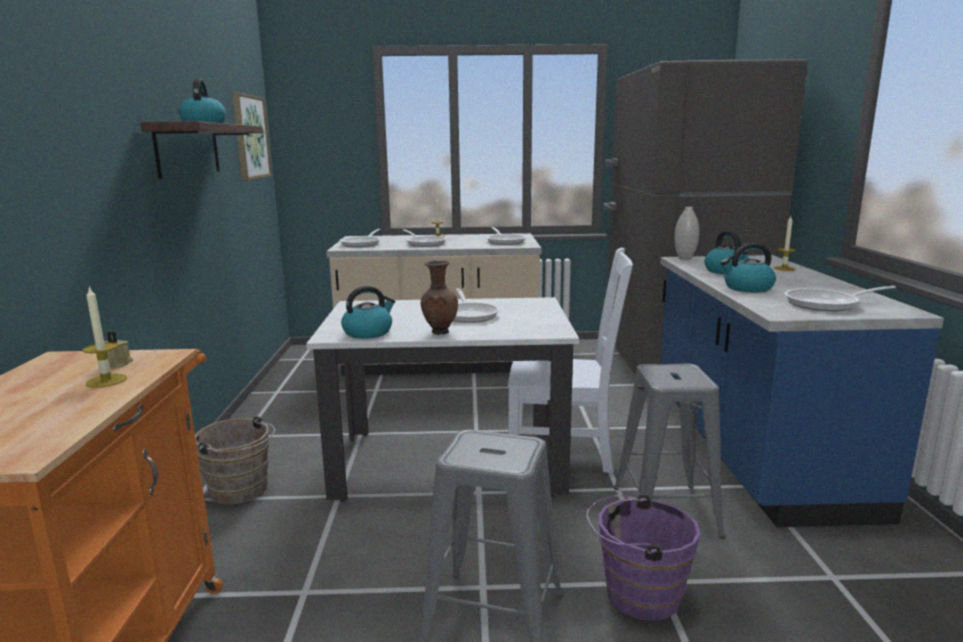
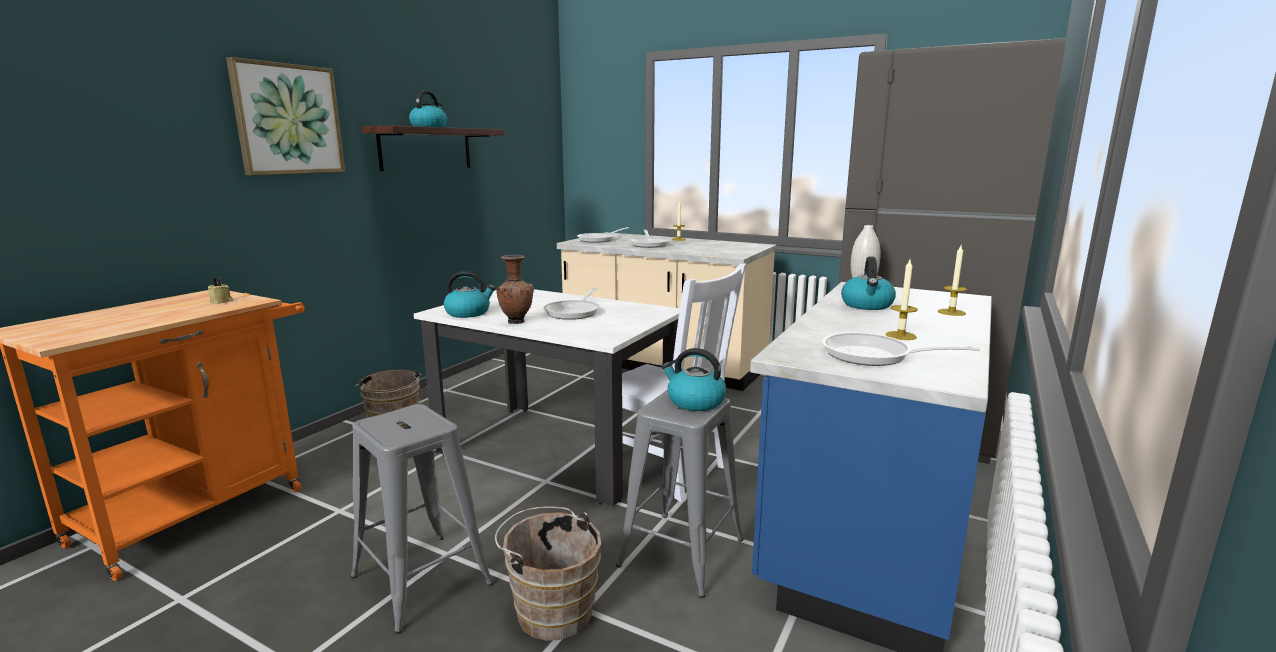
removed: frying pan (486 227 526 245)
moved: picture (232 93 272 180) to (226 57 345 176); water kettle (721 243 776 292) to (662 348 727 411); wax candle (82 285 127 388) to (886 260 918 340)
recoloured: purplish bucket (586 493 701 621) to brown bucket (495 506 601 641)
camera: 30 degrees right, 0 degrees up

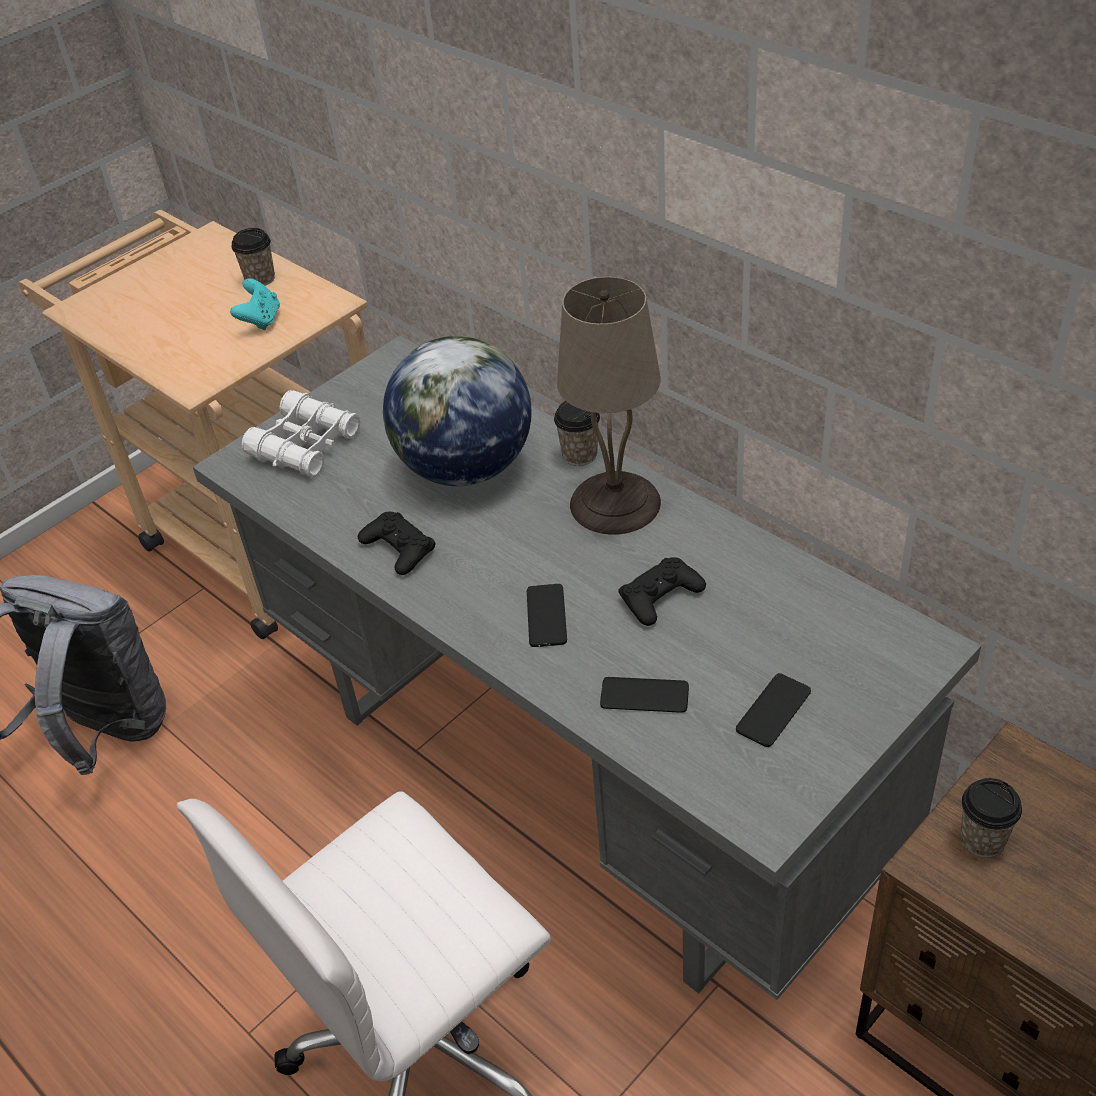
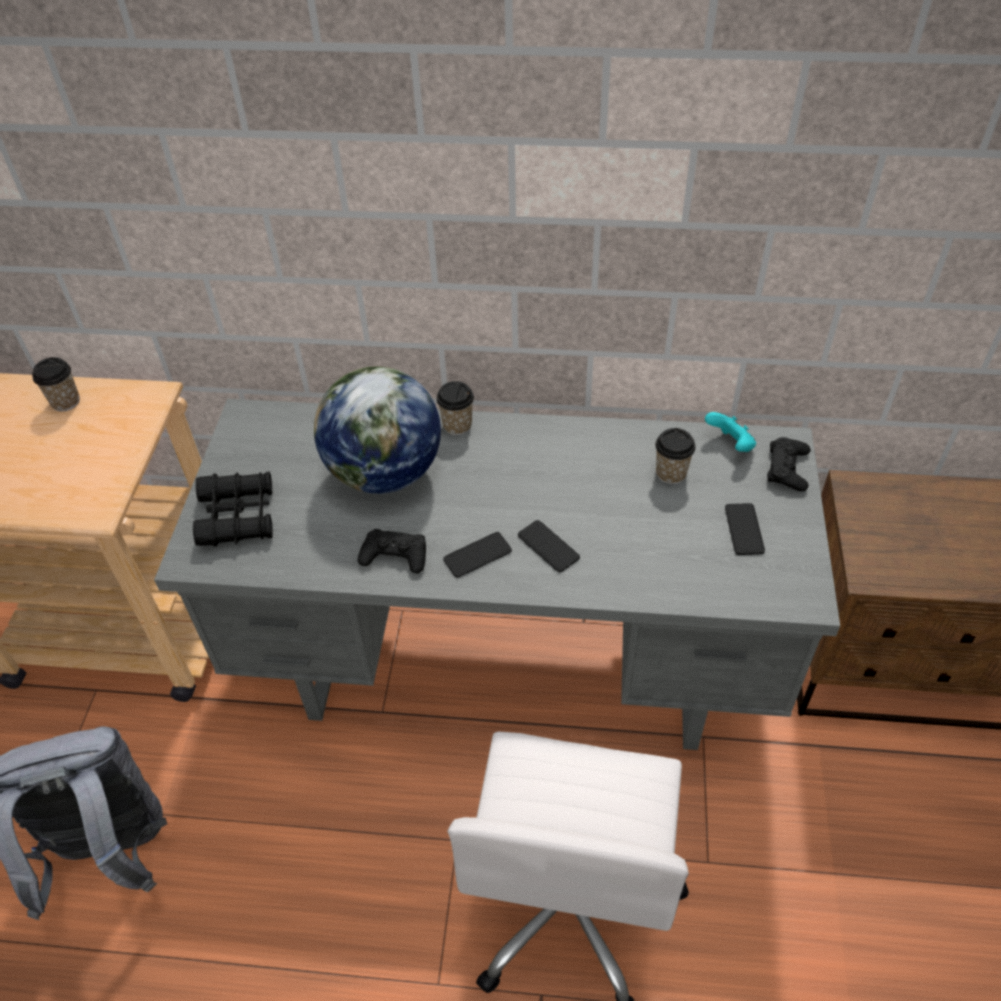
removed: beige tabletop lamp (557 277 661 535)
moved: handset (600 677 689 713) to (443 532 512 578); drinking cup (960 778 1022 857) to (655 428 695 484); turquoise game controller (230 278 280 330) to (705 412 756 452); black-coloured game controller (618 557 706 626) to (767 437 811 491)
recoloured: whitish binoculars (242 390 360 478) to black-coloured binoculars (193 472 273 547)
camera: 40 degrees left, 5 degrees up

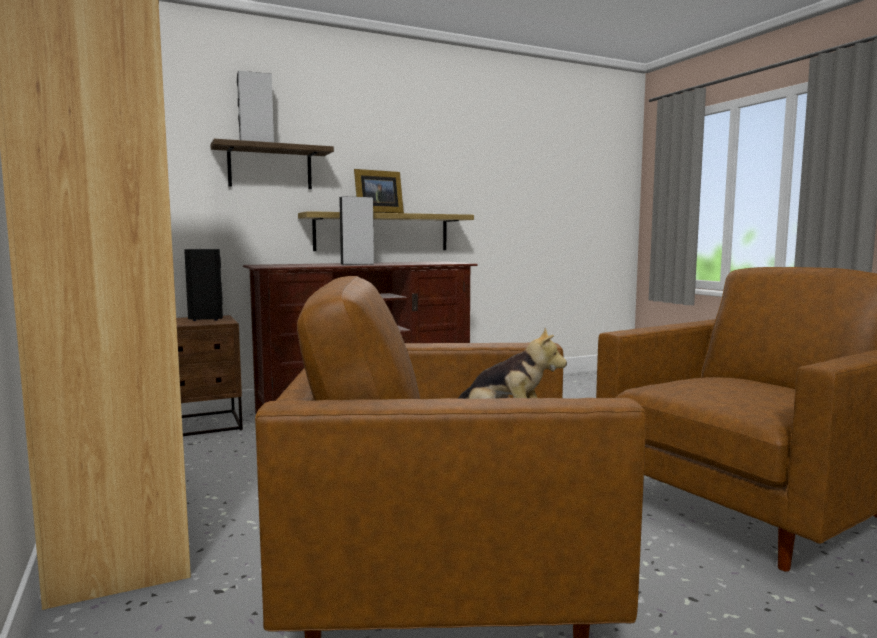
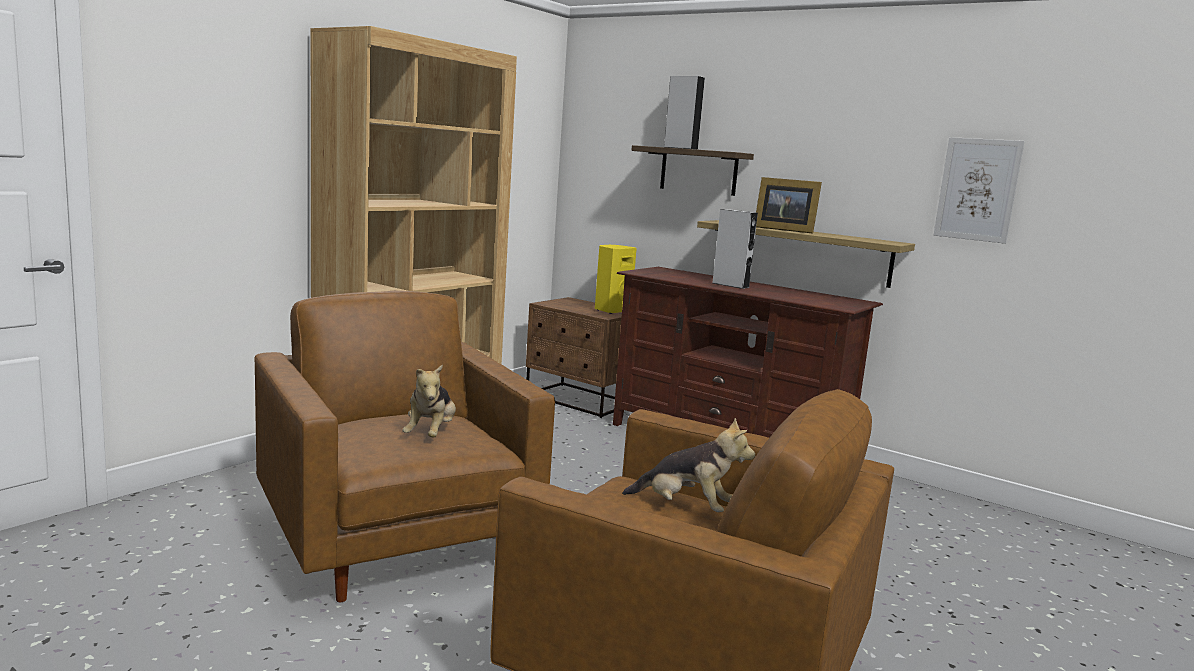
added: plush toy (622 418 755 512); picture (933 137 1025 244)
recoloured: black-coloured speaker (184 249 223 321) to yellowish speaker (595 245 637 314)
camera: 60 degrees right, 5 degrees up

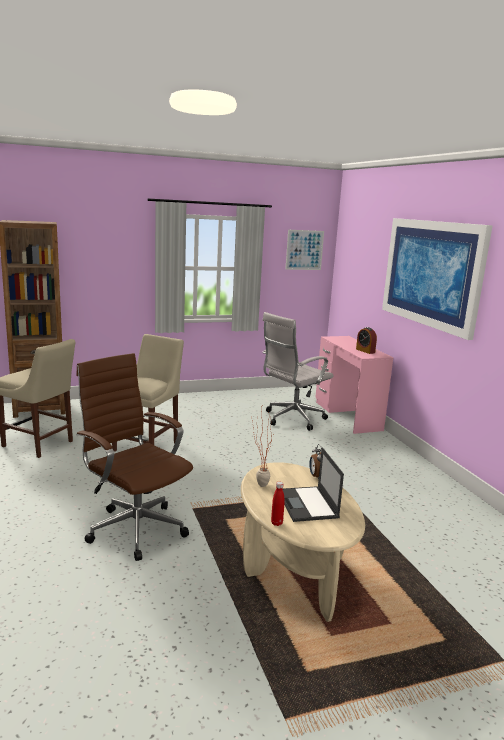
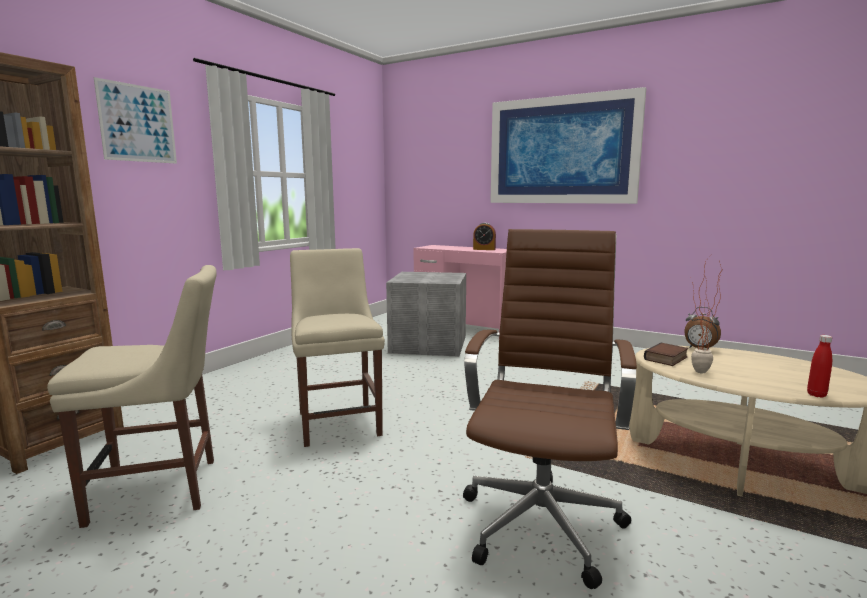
removed: notebook computer (283 447 344 522)
added: bound book (644 343 688 366)
moved: picture (285 230 324 270) to (94 77 177 164)
replaced: whitish desk chair (262 312 334 431) to gray storage container (386 272 466 357)
turned: brown desk chair (76 353 193 561) = (463 229 637 589) 105 degrees clockwise
camera: 40 degrees left, 5 degrees down

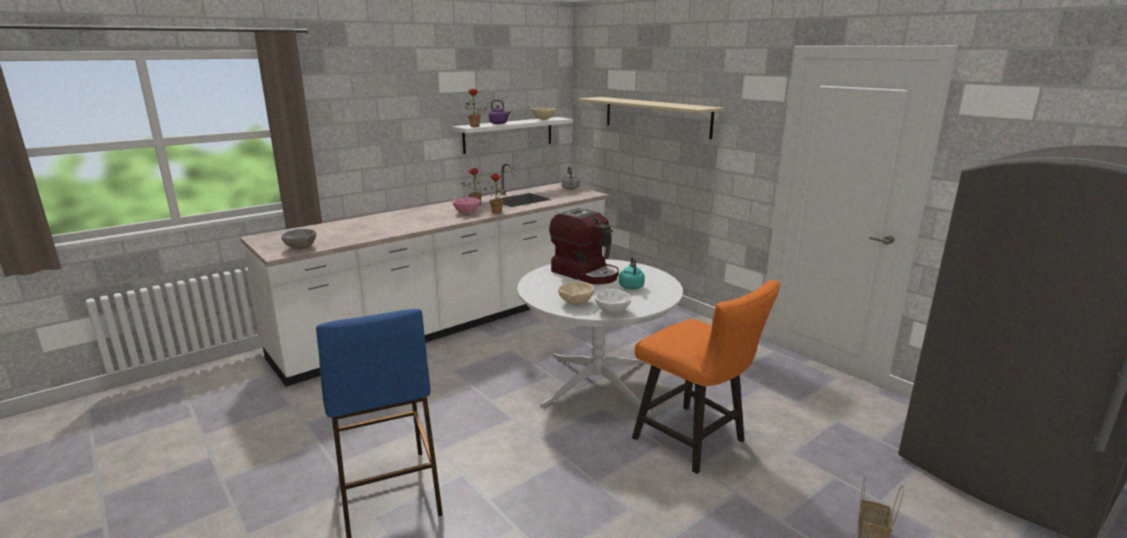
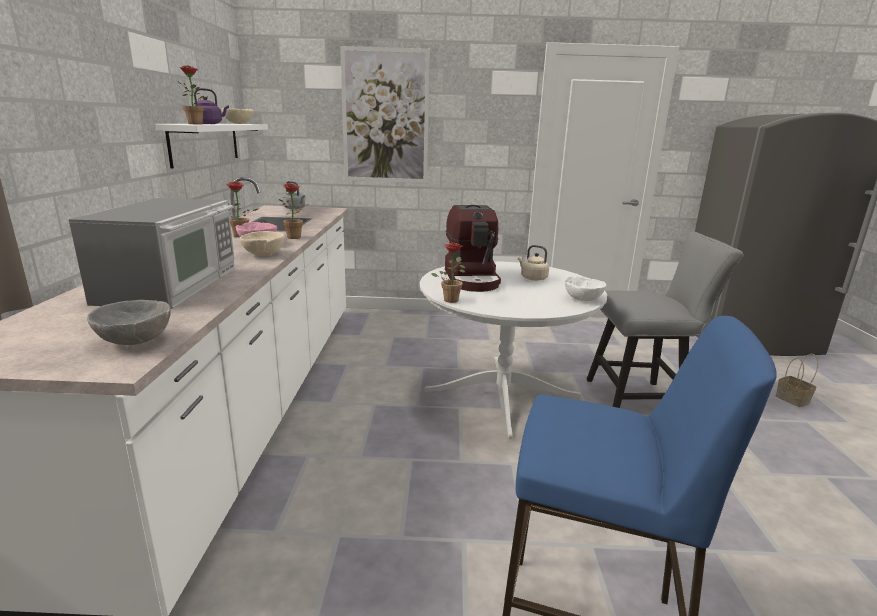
added: kitchen microwave (69 198 235 309); plant in a pot (431 243 465 303)
moved: beige serving bowl (558 282 594 305) to (240 231 285 256)
replaced: beige shelf (578 97 724 139) to picture (340 46 430 183)
recoloured: turquoise water kettle (619 256 645 289) to beige water kettle (518 245 549 281); orange-coloured chair (632 280 780 474) to gray chair (587 231 744 408)
turned: coffee brewer (549 208 619 284) = (445 205 501 292) 90 degrees clockwise
camera: 50 degrees left, 0 degrees up

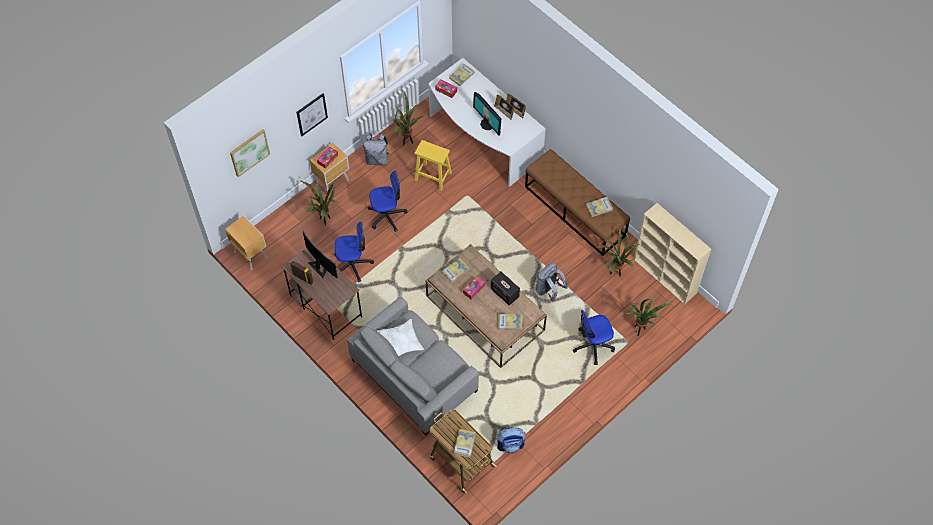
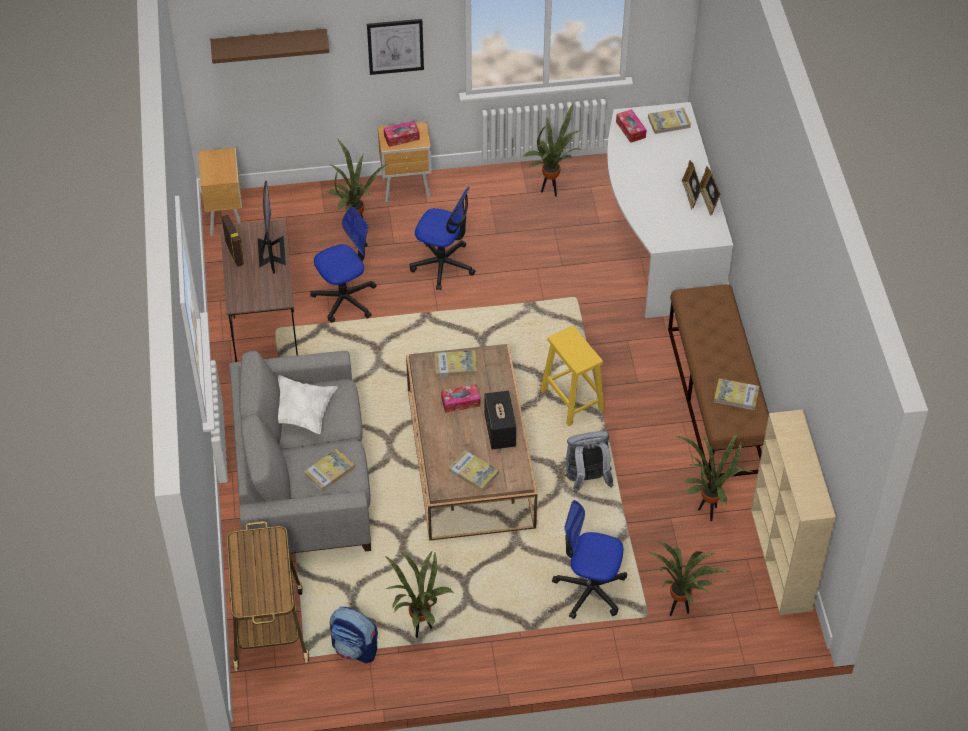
removed: gray backpack (363 134 390 165); computer screen (473 92 501 135)
added: plant in a pot (384 551 454 638)
moved: bound book (454 429 476 457) to (304 449 355 492); yellowish stool (415 140 452 191) to (540 325 605 426)
replaced: picture (230 129 270 177) to brown shelf (210 29 329 64)
turned: desk chair (334 221 374 282) = (310 207 376 323) 60 degrees counterclockwise
camera: 35 degrees right, 10 degrees down

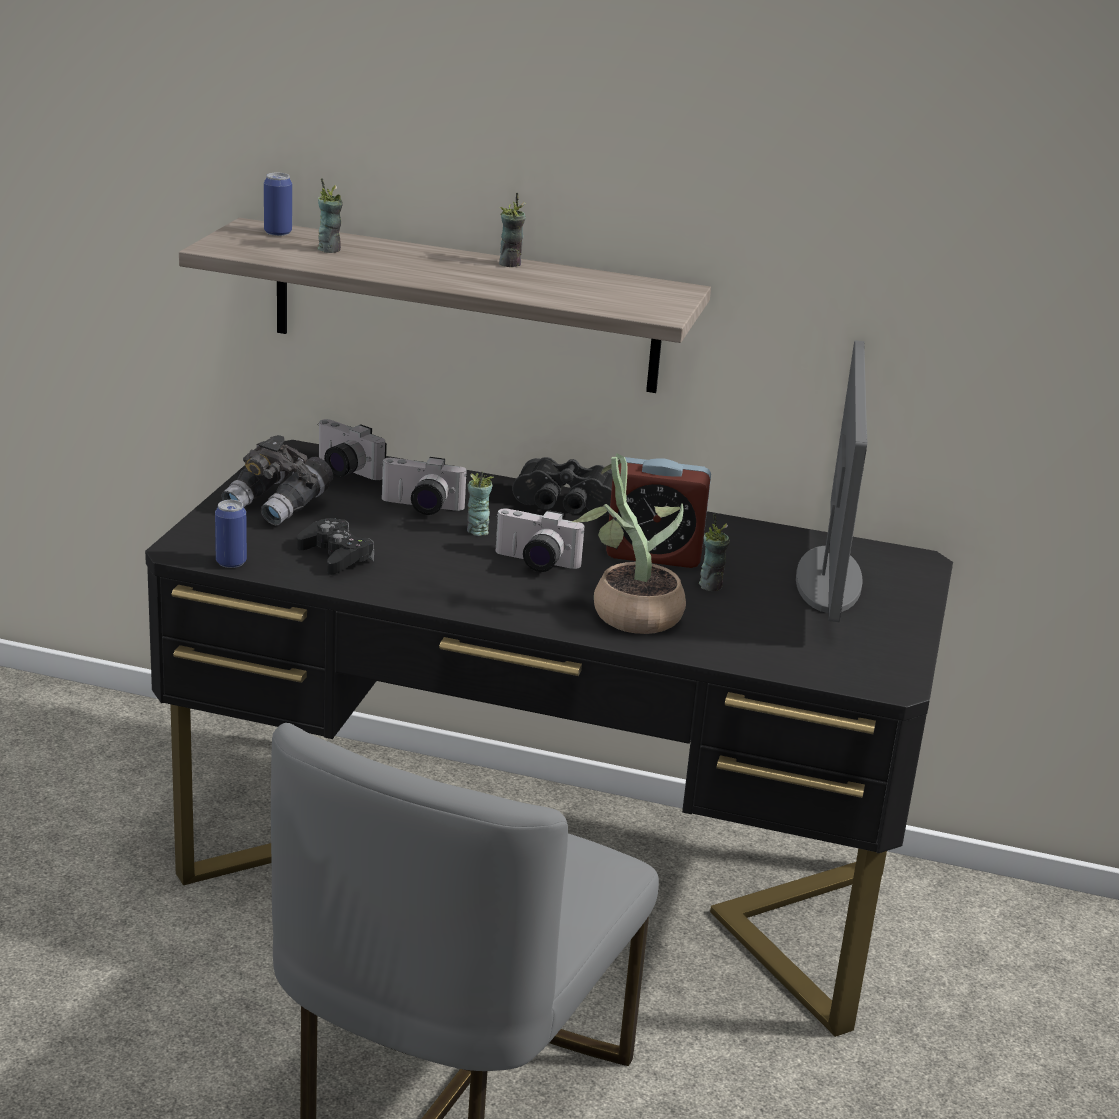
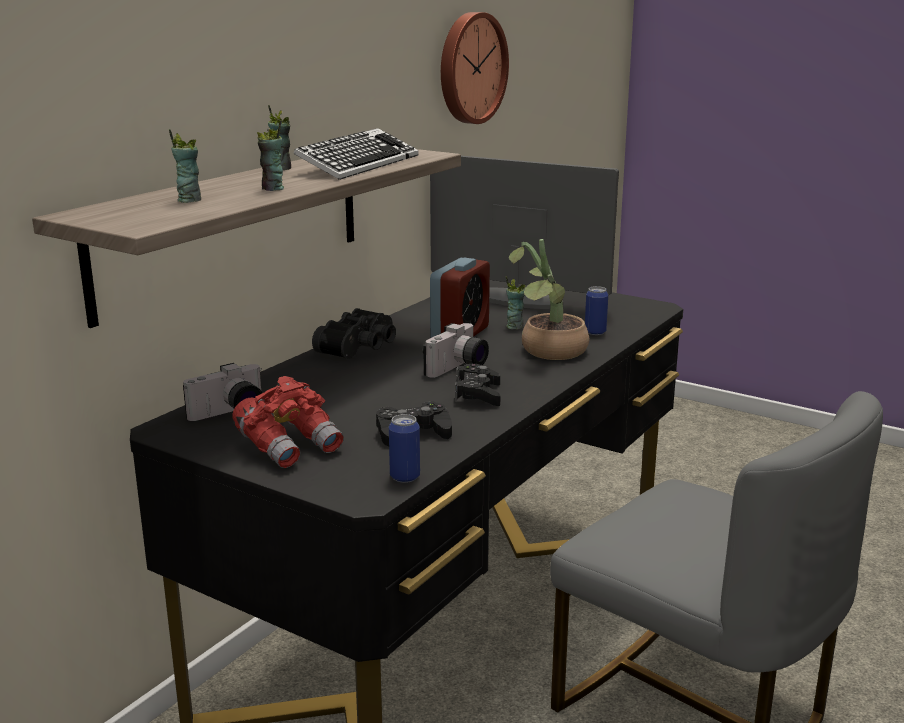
removed: photo camera (381 457 467 515)
added: PC keyboard (293 128 419 180); hanging clock (441 12 509 124); black-coloured game controller (455 364 500 406)
moved: drinking cup (467 472 494 536) to (257 121 284 191); can (264 173 292 236) to (585 286 608 335)
recoloured: gray binoculars (221 435 333 525) to reddish binoculars (232 376 344 468)
camera: 70 degrees left, 5 degrees down

